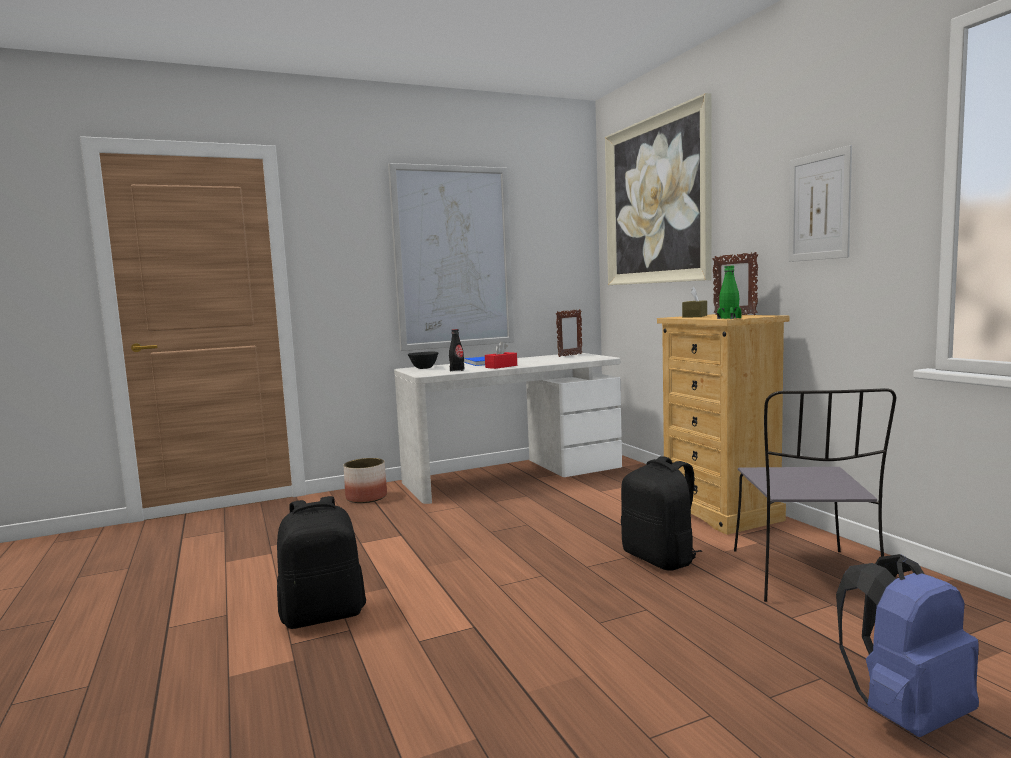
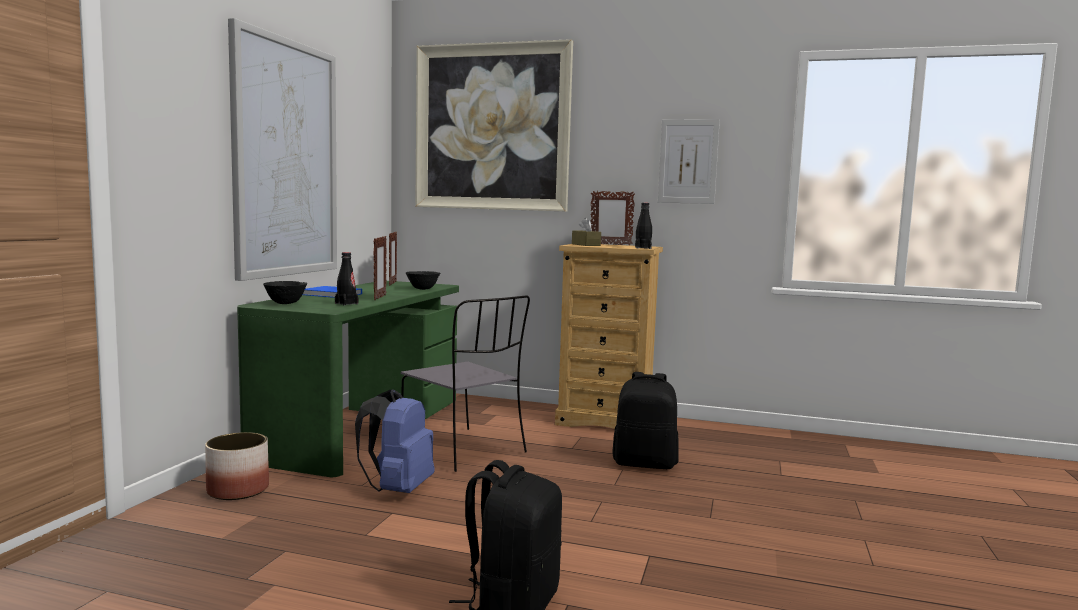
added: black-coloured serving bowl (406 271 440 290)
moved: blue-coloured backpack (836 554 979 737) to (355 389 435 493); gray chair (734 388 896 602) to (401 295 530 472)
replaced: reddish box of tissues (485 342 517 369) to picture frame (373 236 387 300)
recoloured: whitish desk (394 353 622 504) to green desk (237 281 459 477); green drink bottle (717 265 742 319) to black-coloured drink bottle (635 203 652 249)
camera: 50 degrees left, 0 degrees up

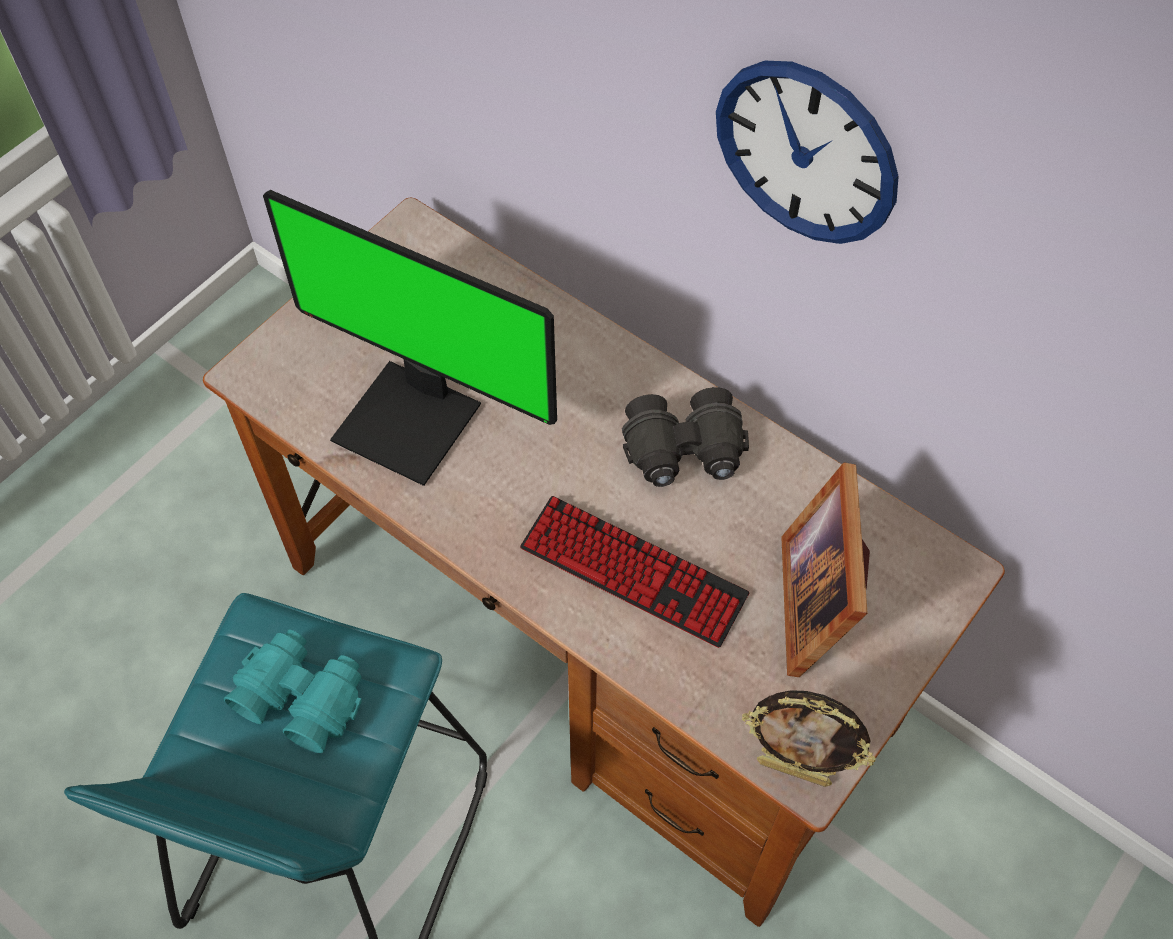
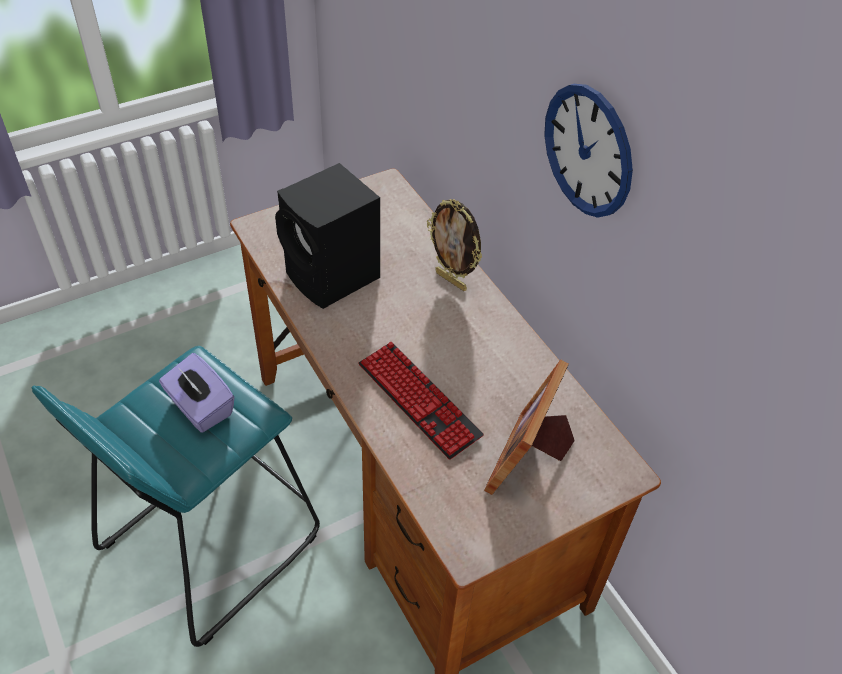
removed: black-coloured binoculars (622 387 749 487)
moved: picture frame (742 690 876 787) to (427 199 482 291)
replaced: turquoise binoculars (224 630 362 753) to purplish box of tissues (159 353 235 432); computer screen (263 190 557 486) to black-coloured speaker (275 163 380 309)
camera: 20 degrees right, 10 degrees down

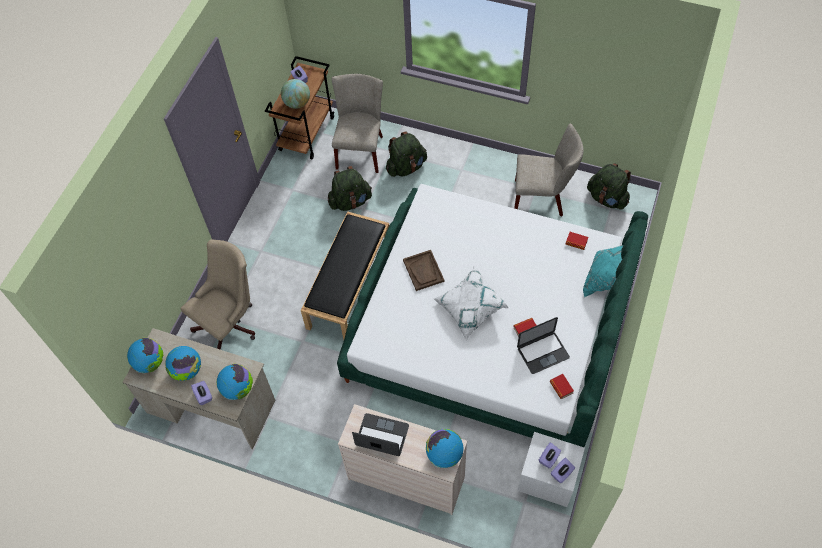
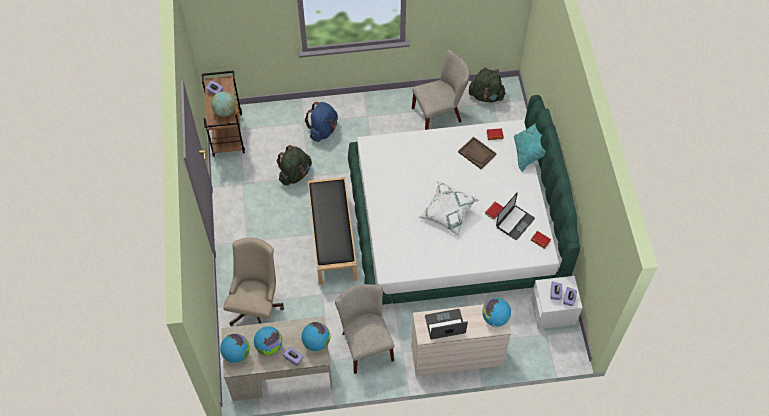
moved: beige chair (332 74 383 173) to (335 284 394 374); brown carrying tray (403 250 444 291) to (458 137 496 169)
recoloured: green backpack (386 131 427 177) to blue-coloured backpack (305 102 338 142)
camera: 30 degrees left, 0 degrees up

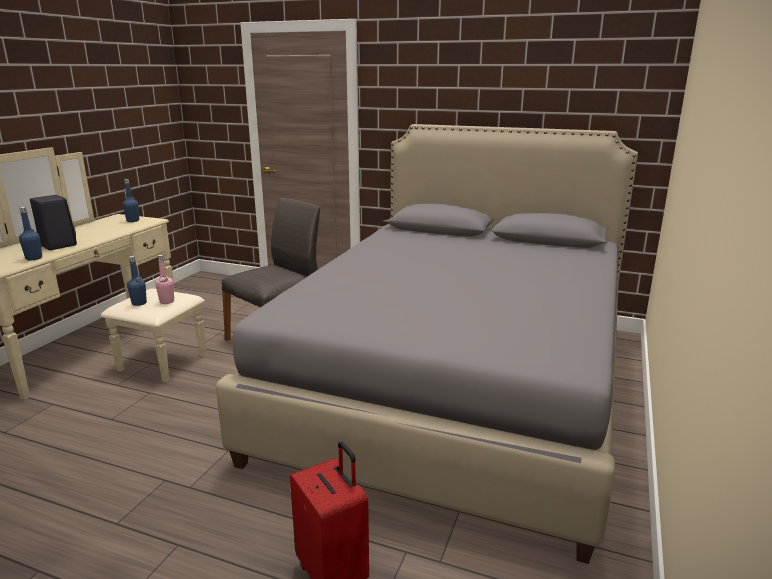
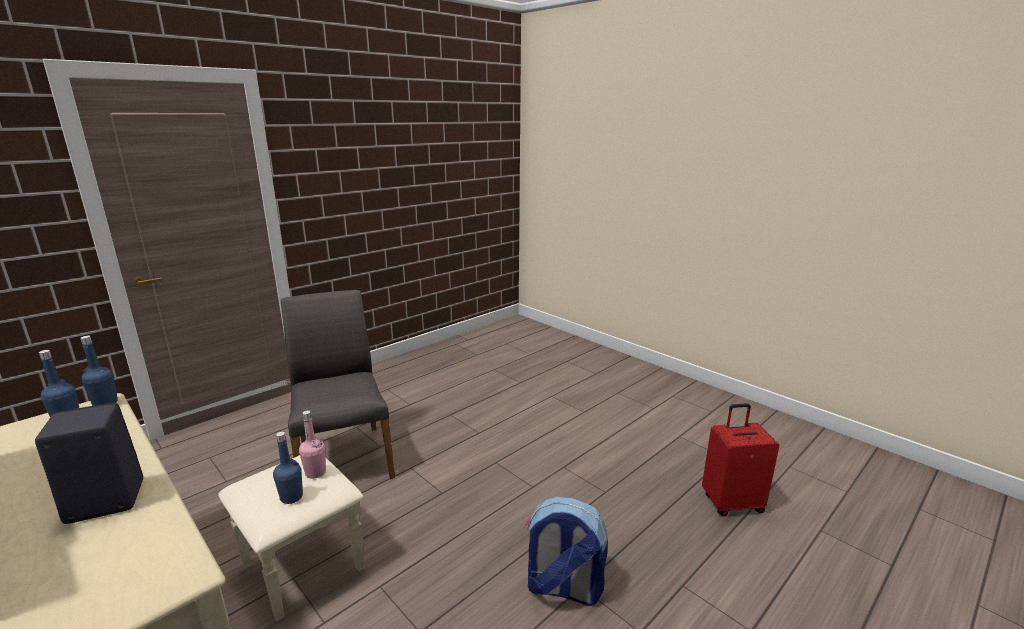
removed: gray bed (216 124 638 564)
added: backpack (526 497 608 606)
moved: blue-coloured drink bottle (19 207 42 260) to (80 336 118 406)
camera: 65 degrees left, 0 degrees up

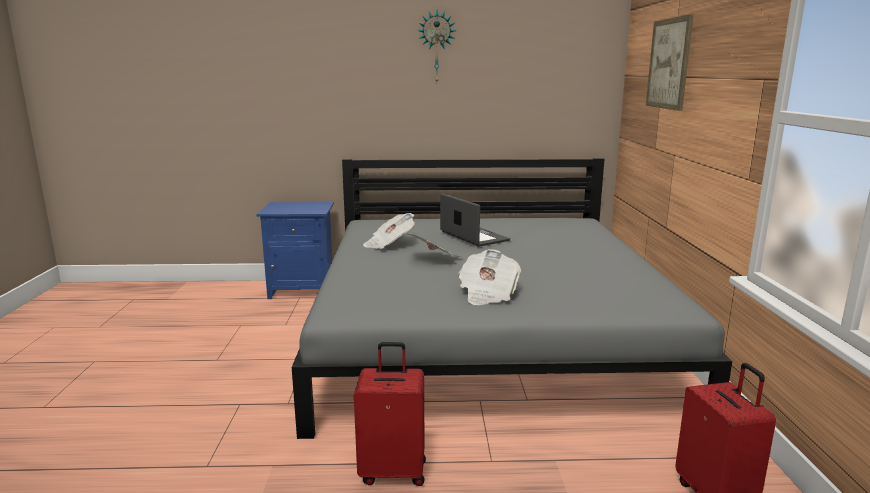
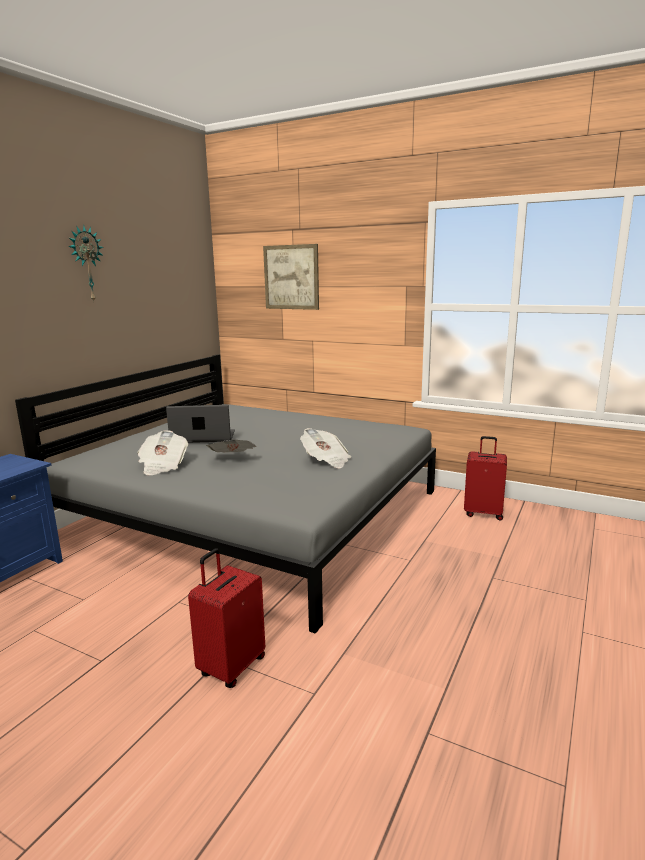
moved: reddish piece of luggage (354 342 426 486) to (188 548 265 688)
camera: 60 degrees left, 0 degrees up

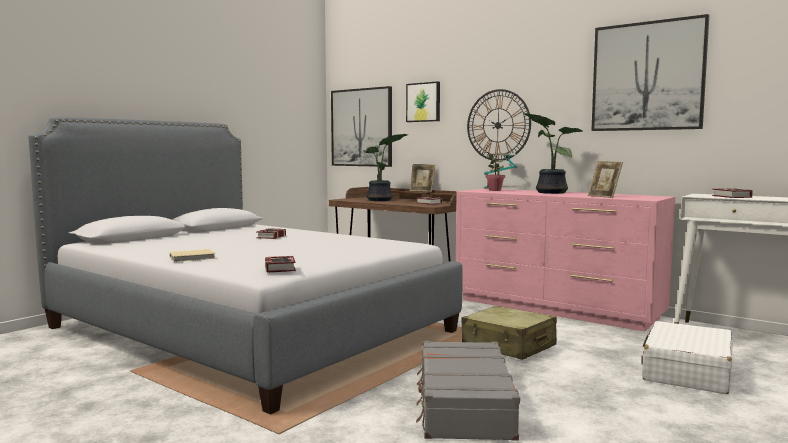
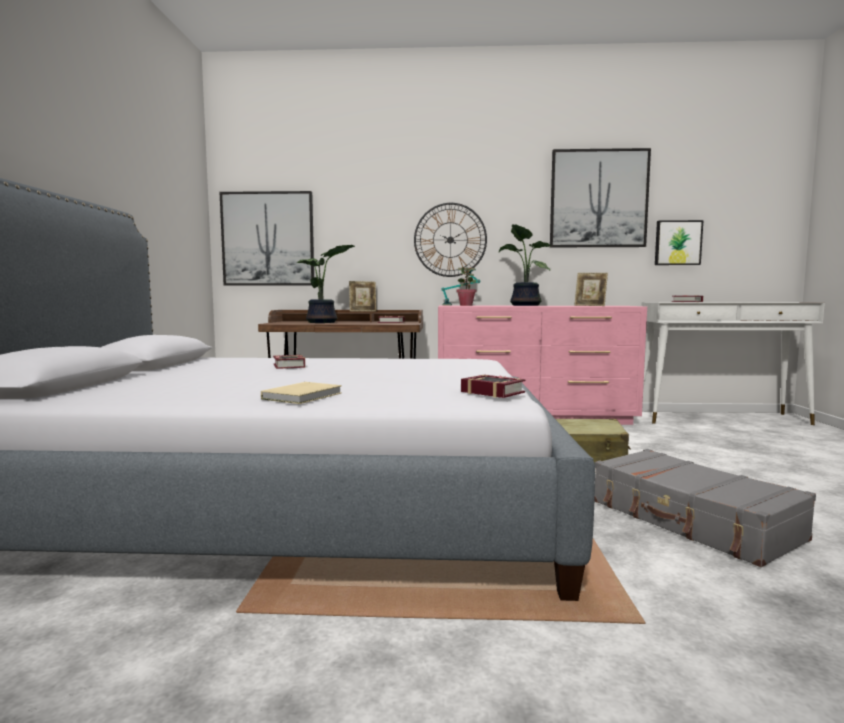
removed: whitish piece of luggage (641 321 733 394)
moved: picture (406 81 440 122) to (655 220 703 265)
camera: 35 degrees left, 0 degrees up

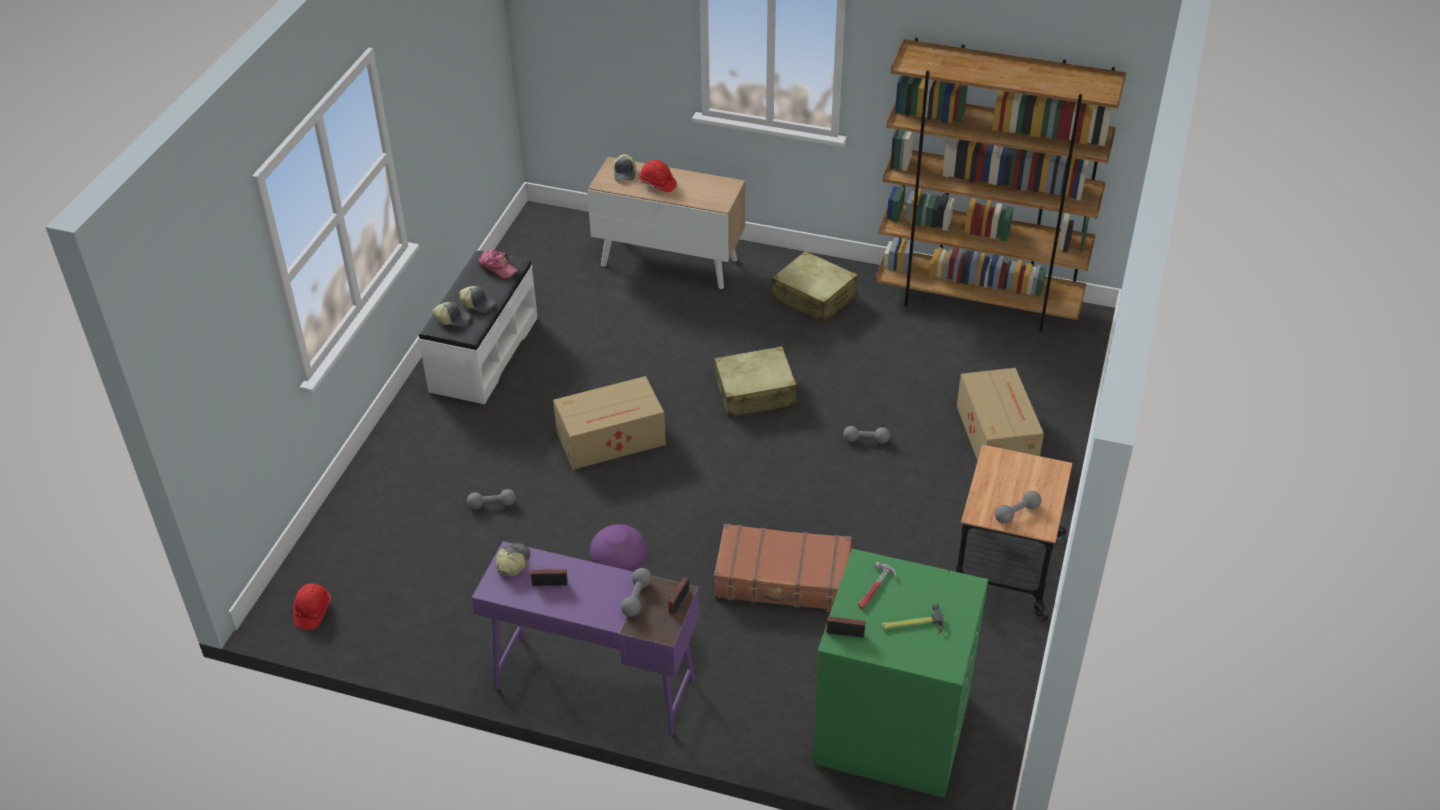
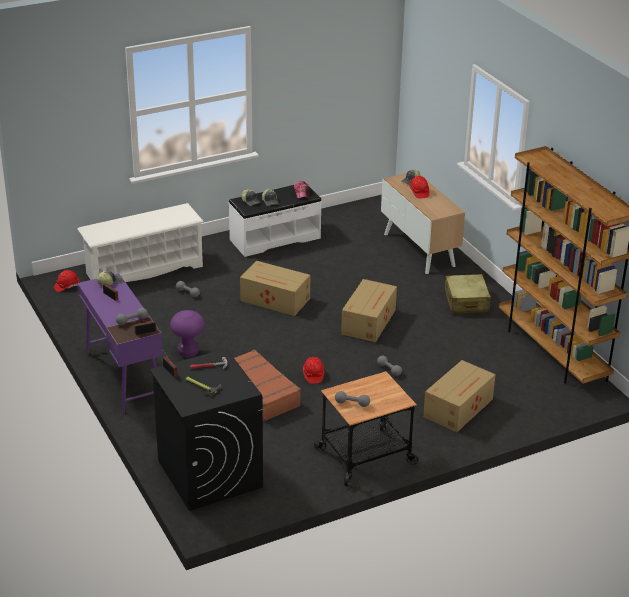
added: whitish shoe rack (78 203 204 282); reddish hard hat (303 357 324 383)
replaced: beige piece of luggage (714 346 797 418) to carton (341 279 397 342)
recoloured: green laundry appliance (812 549 988 798) to black-coloured laundry appliance (150 349 263 511)
camera: 45 degrees right, 10 degrees down

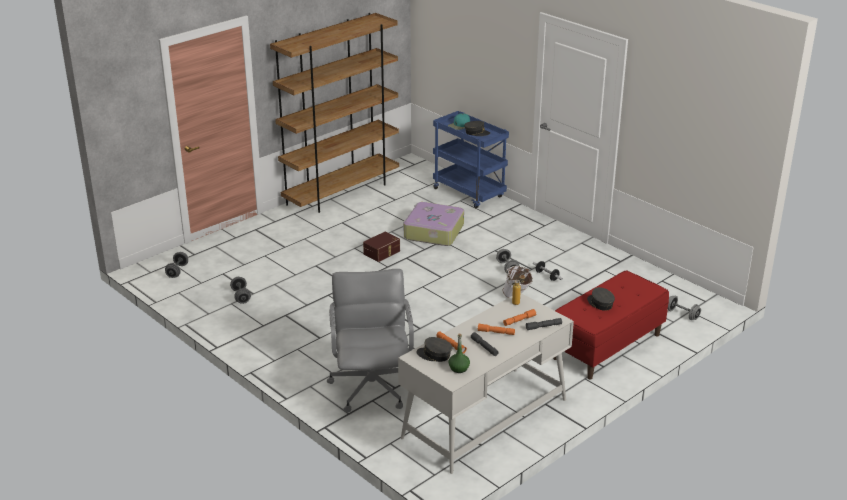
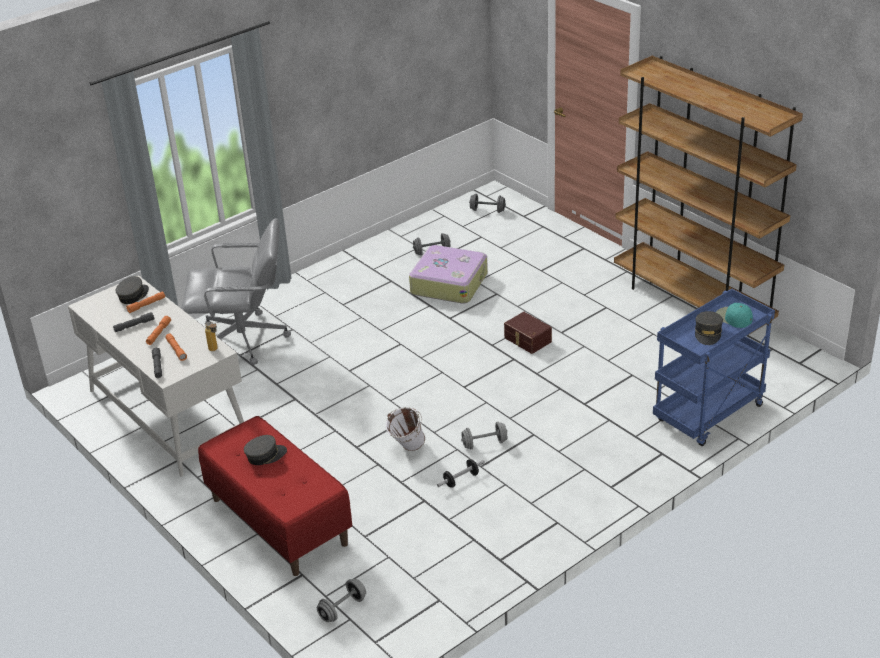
removed: green drink bottle (449 334 470 373)
moved: piece of luggage (403 202 464 246) to (409 245 488 304)
camera: 95 degrees right, 5 degrees up

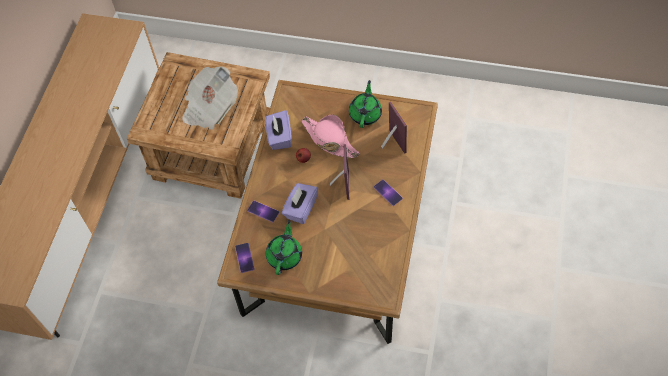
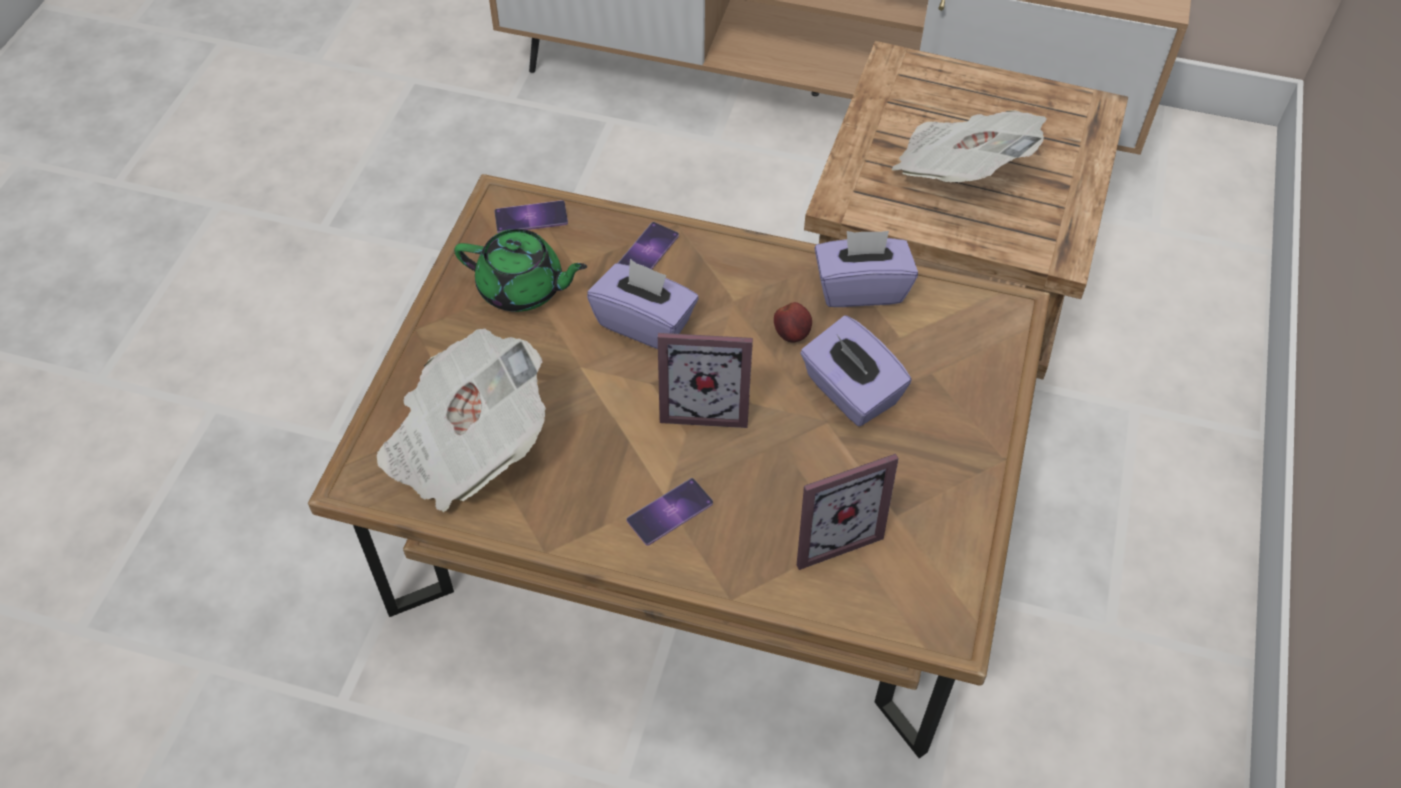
removed: green teapot (349 80 382 128)
added: printed paper (377 328 546 512)
replaced: pink-coloured hat (301 115 360 158) to purplish box of tissues (800 315 912 426)
camera: 90 degrees right, 5 degrees down

